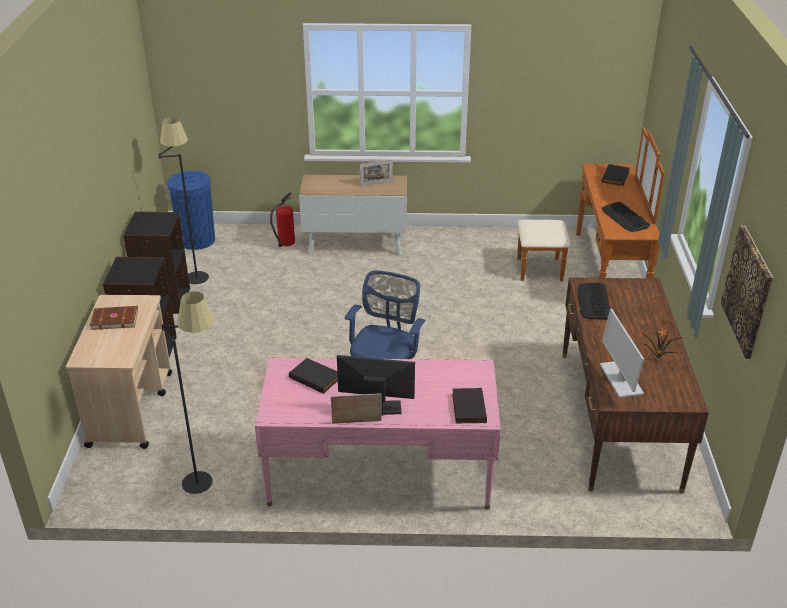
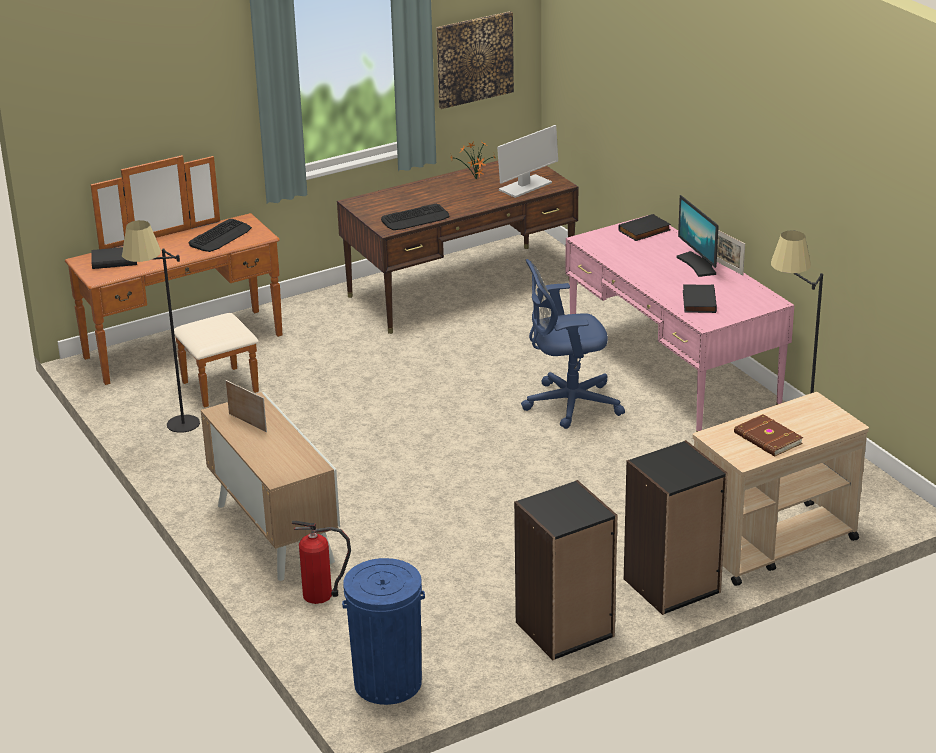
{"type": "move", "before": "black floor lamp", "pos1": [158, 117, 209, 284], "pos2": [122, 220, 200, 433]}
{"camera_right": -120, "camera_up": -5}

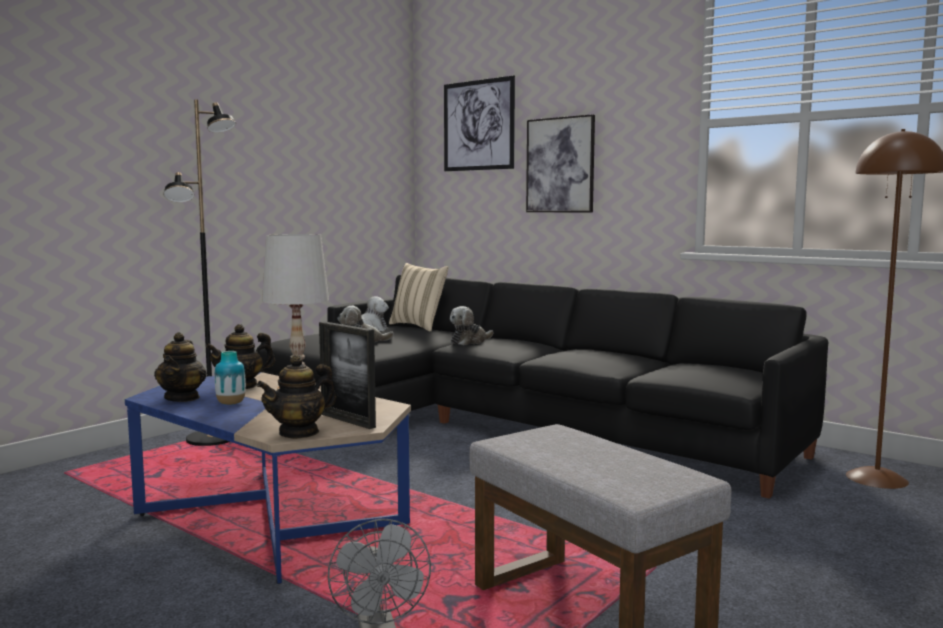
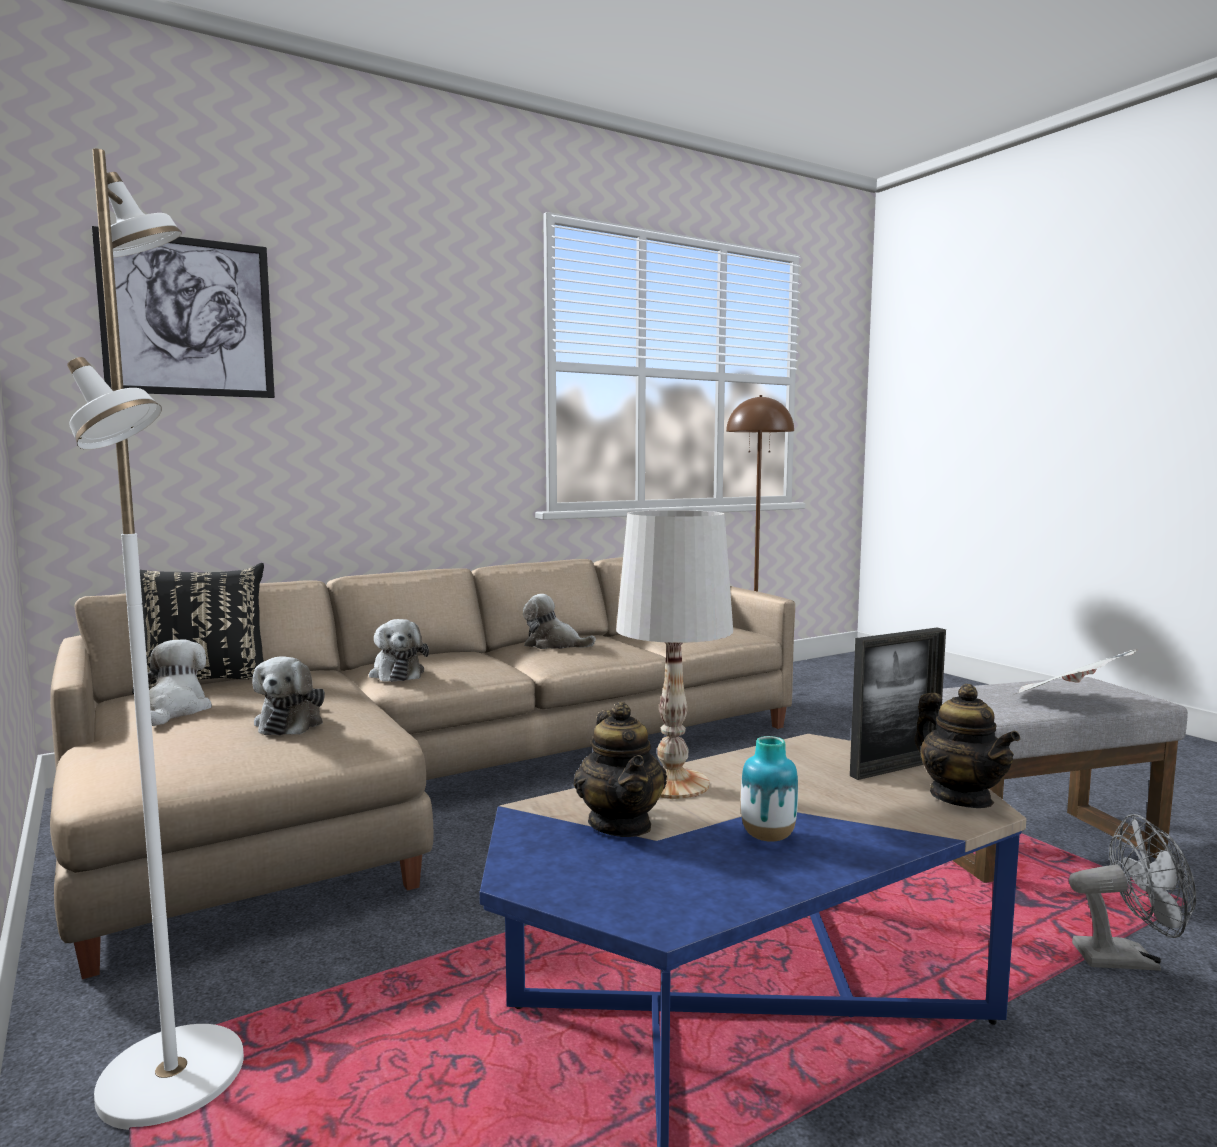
{"type": "delete", "before": "teapot", "pos1": [154, 332, 207, 402]}
{"type": "recolor", "before": "black floor lamp", "after": "white floor lamp", "pos1": [164, 99, 236, 446], "pos2": [67, 148, 244, 1130]}
{"type": "recolor", "before": "black sofa", "after": "beige sofa", "pos1": [258, 275, 828, 499], "pos2": [50, 557, 795, 979]}
{"type": "recolor", "before": "beige pillow", "after": "black pillow", "pos1": [389, 263, 448, 331], "pos2": [132, 563, 264, 694]}
{"type": "delete", "before": "picture", "pos1": [526, 114, 595, 212]}
{"type": "insert", "after": "plush toy", "pos2": [523, 594, 596, 649]}
{"type": "insert", "after": "newspaper", "pos2": [1016, 649, 1137, 694]}
{"camera_right": -70, "camera_up": 0}

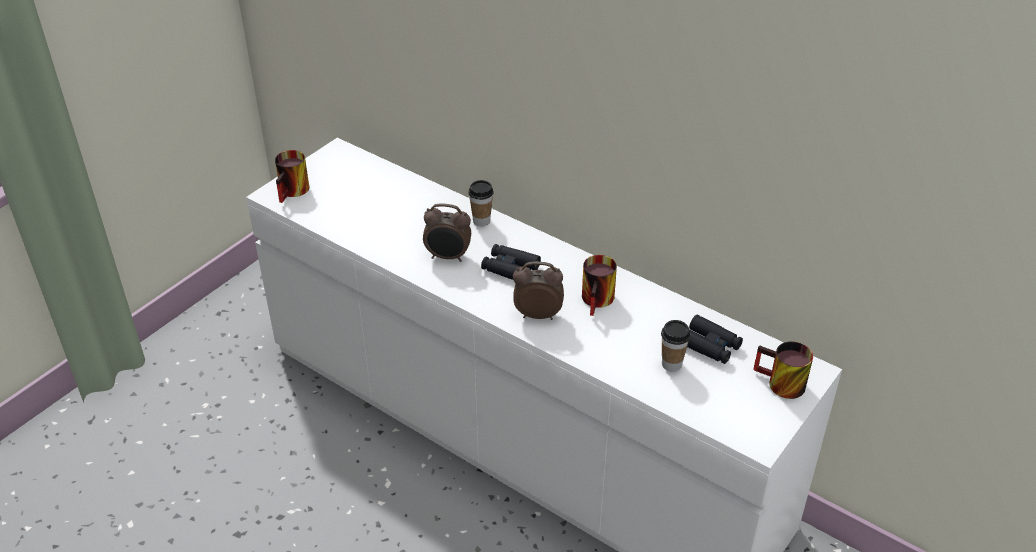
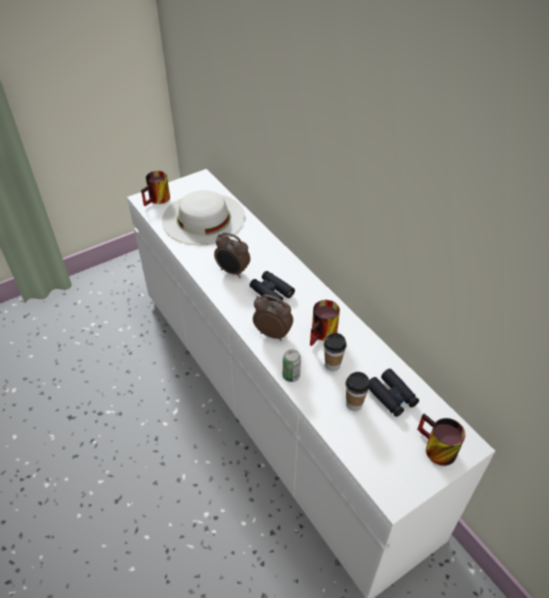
{"type": "move", "before": "cup", "pos1": [468, 180, 493, 226], "pos2": [324, 333, 346, 371]}
{"type": "insert", "after": "white hat", "pos2": [162, 190, 245, 245]}
{"type": "insert", "after": "can", "pos2": [283, 350, 301, 382]}
{"camera_right": 20, "camera_up": 5}

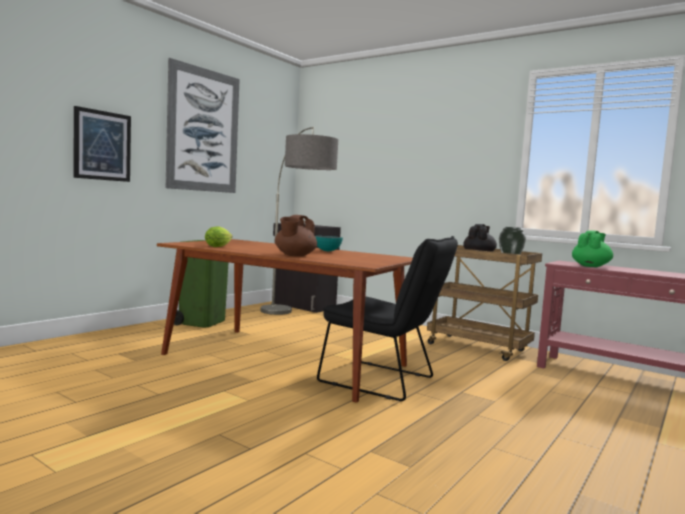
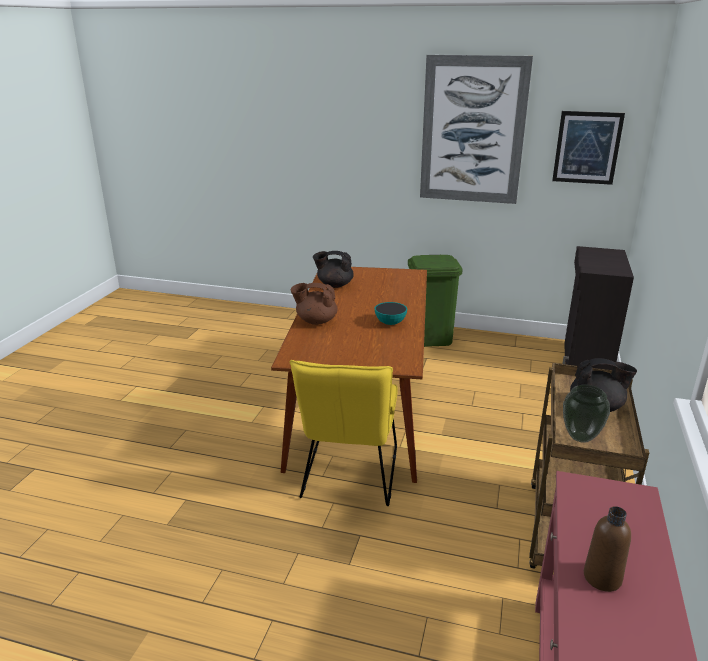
{"type": "move", "before": "picture", "pos1": [73, 106, 131, 182], "pos2": [552, 111, 625, 185]}
{"type": "replace", "before": "lettuce", "after": "black teapot", "pos1": [205, 227, 233, 247], "pos2": [313, 251, 354, 288]}
{"type": "delete", "before": "floor lamp", "pos1": [260, 127, 338, 315]}
{"type": "recolor", "before": "black chair", "after": "yellow chair", "pos1": [317, 236, 458, 401], "pos2": [290, 360, 398, 506]}
{"type": "delete", "before": "green teapot", "pos1": [572, 231, 613, 267]}
{"type": "insert", "after": "brown bottle", "pos2": [584, 506, 631, 592]}
{"camera_right": 70, "camera_up": 20}

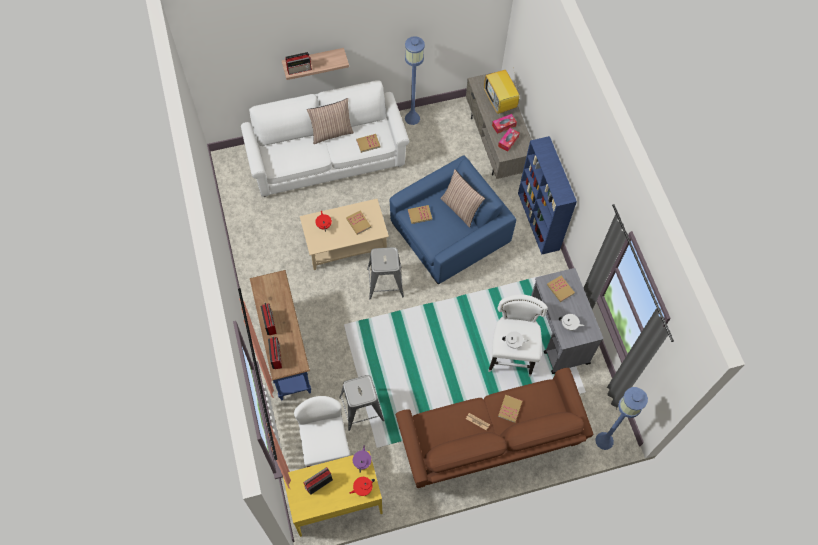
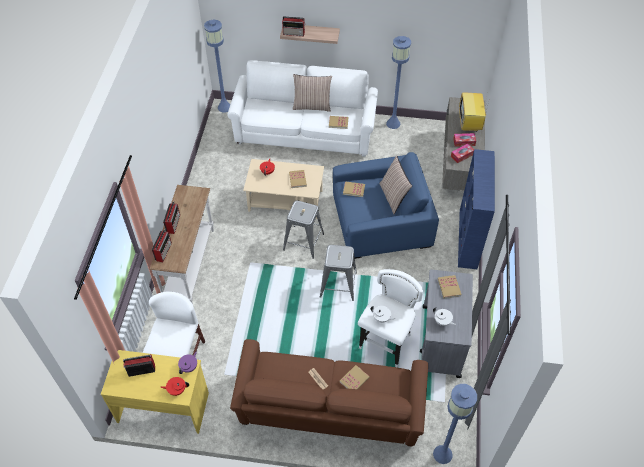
{"type": "recolor", "before": "blue console table", "after": "white console table", "pos1": [250, 270, 311, 401], "pos2": [150, 185, 214, 304]}
{"type": "move", "before": "grey stool", "pos1": [339, 375, 384, 431], "pos2": [320, 245, 357, 301]}
{"type": "insert", "after": "blue floor lamp", "pos2": [204, 20, 230, 113]}
{"camera_right": 25, "camera_up": -10}

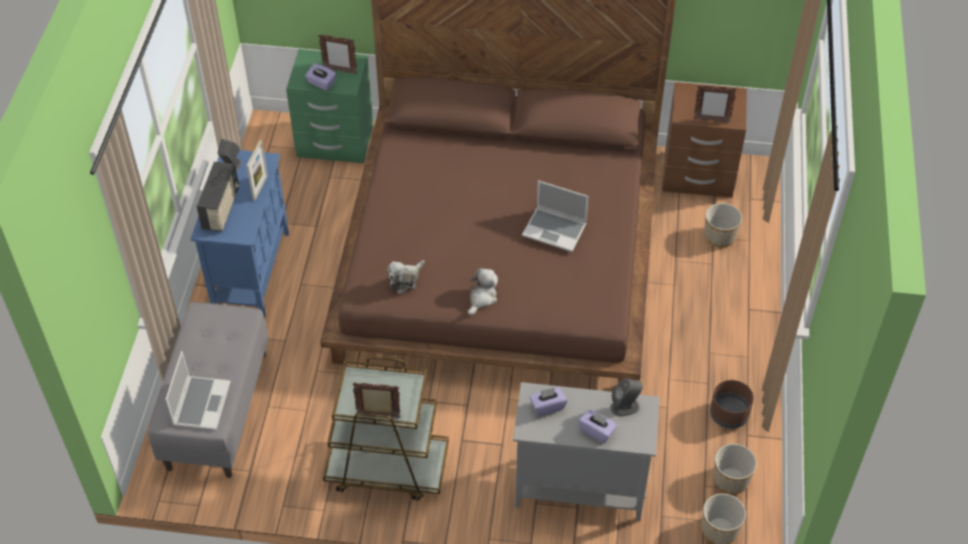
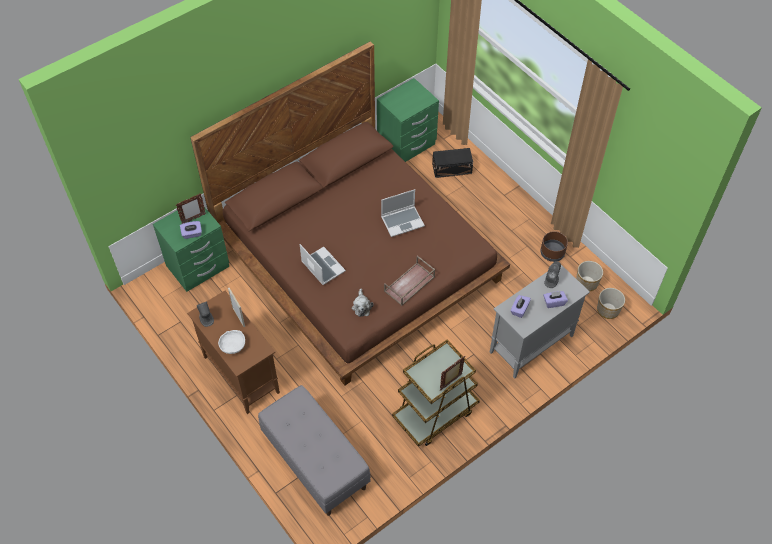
{"type": "move", "before": "laptop", "pos1": [165, 351, 231, 430], "pos2": [300, 244, 346, 285]}
{"type": "recolor", "before": "blue cabinet", "after": "brown cabinet", "pos1": [191, 150, 289, 318], "pos2": [187, 291, 280, 414]}
{"type": "replace", "before": "radio", "after": "white bowl", "pos1": [196, 162, 239, 232], "pos2": [218, 330, 245, 354]}
{"type": "replace", "before": "plush toy", "after": "brown tray", "pos1": [468, 268, 498, 315], "pos2": [384, 256, 435, 306]}
{"type": "recolor", "before": "brown nightstand", "after": "green nightstand", "pos1": [662, 82, 747, 198], "pos2": [377, 78, 439, 162]}
{"type": "delete", "before": "picture frame", "pos1": [694, 85, 737, 123]}
{"type": "replace", "before": "planter", "after": "black storage box", "pos1": [704, 203, 742, 247], "pos2": [432, 148, 473, 178]}
{"camera_right": -45, "camera_up": 5}

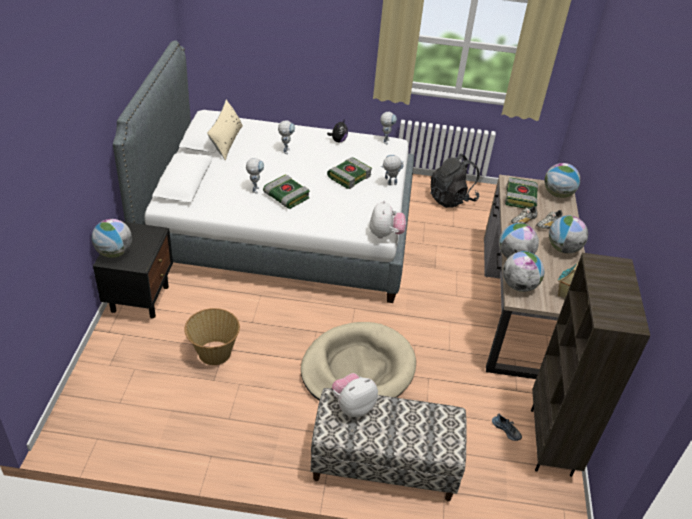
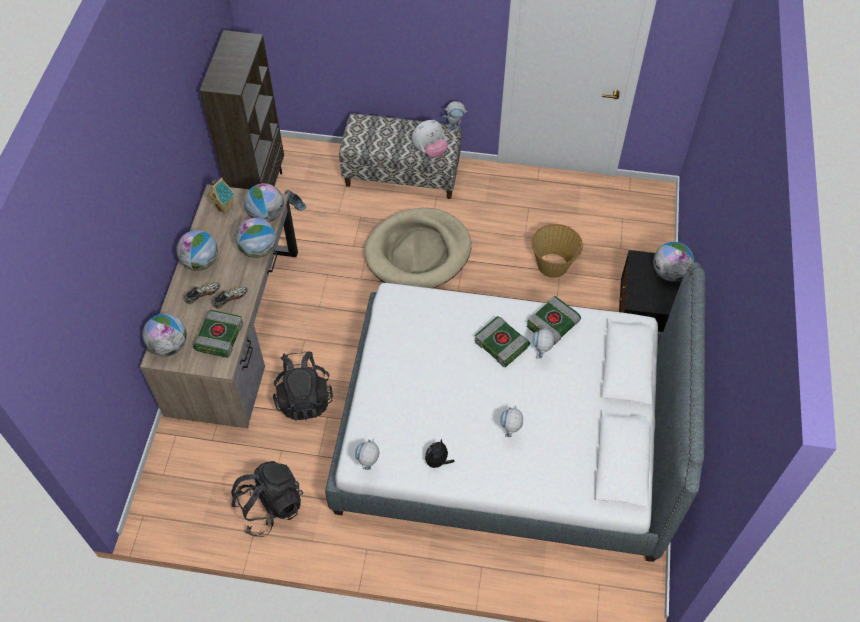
{"type": "delete", "before": "beige pillow", "pos1": [207, 100, 243, 160]}
{"type": "move", "before": "book", "pos1": [327, 157, 372, 189], "pos2": [527, 296, 581, 345]}
{"type": "delete", "before": "plush toy", "pos1": [369, 200, 406, 239]}
{"type": "move", "before": "toy robot", "pos1": [380, 155, 404, 185], "pos2": [443, 101, 468, 133]}
{"type": "insert", "after": "black backpack", "pos2": [273, 351, 333, 421]}
{"camera_right": -175, "camera_up": 15}

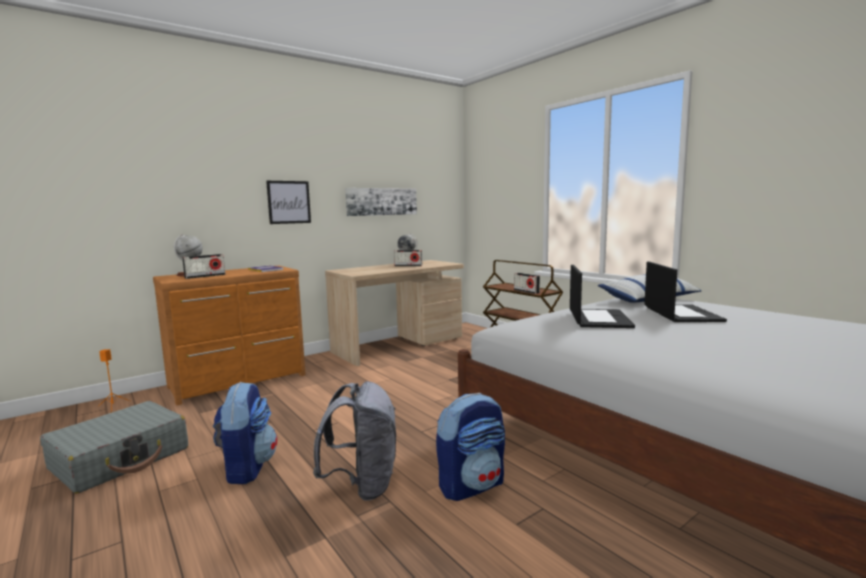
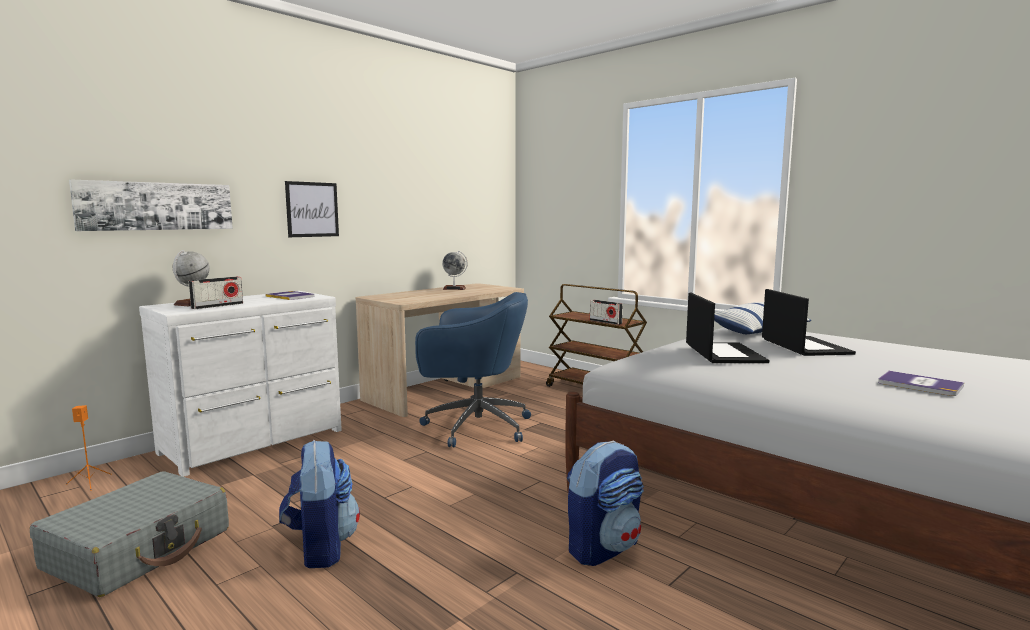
{"type": "recolor", "before": "brown dresser", "after": "white dresser", "pos1": [153, 266, 306, 406], "pos2": [139, 291, 342, 477]}
{"type": "delete", "before": "grey backpack", "pos1": [313, 381, 396, 500]}
{"type": "move", "before": "picture", "pos1": [345, 188, 417, 216], "pos2": [69, 179, 233, 231]}
{"type": "delete", "before": "radio", "pos1": [394, 250, 422, 266]}
{"type": "insert", "after": "blue office chair", "pos2": [415, 292, 531, 448]}
{"type": "insert", "after": "book", "pos2": [878, 371, 964, 396]}
{"camera_right": -10, "camera_up": 0}

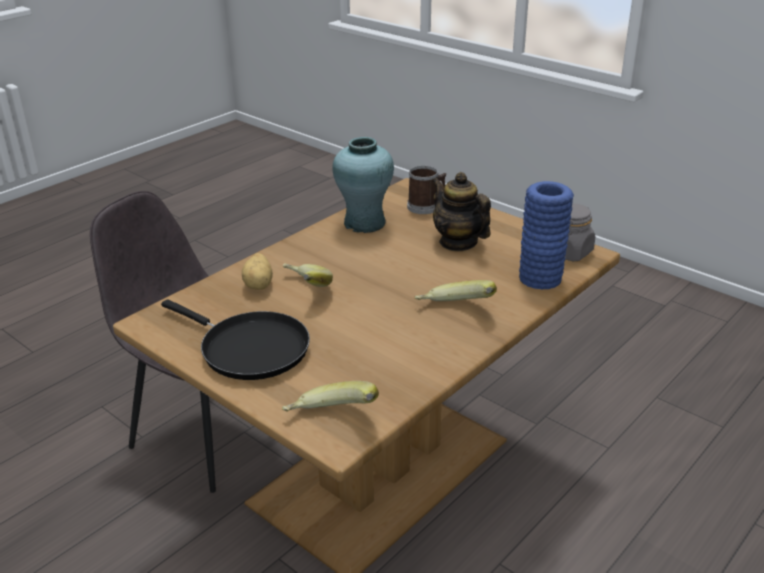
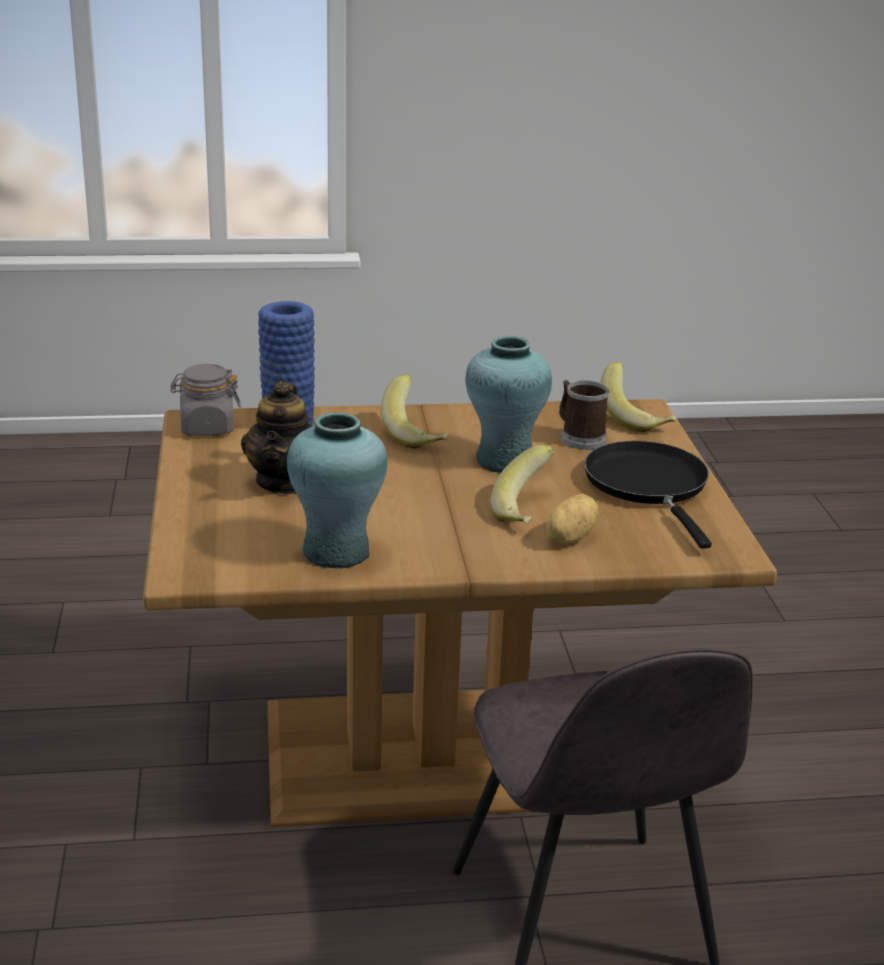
{"type": "move", "before": "mug", "pos1": [407, 166, 446, 214], "pos2": [559, 380, 610, 450]}
{"type": "insert", "after": "turquoise vase", "pos2": [465, 336, 552, 473]}
{"camera_right": -140, "camera_up": -5}

